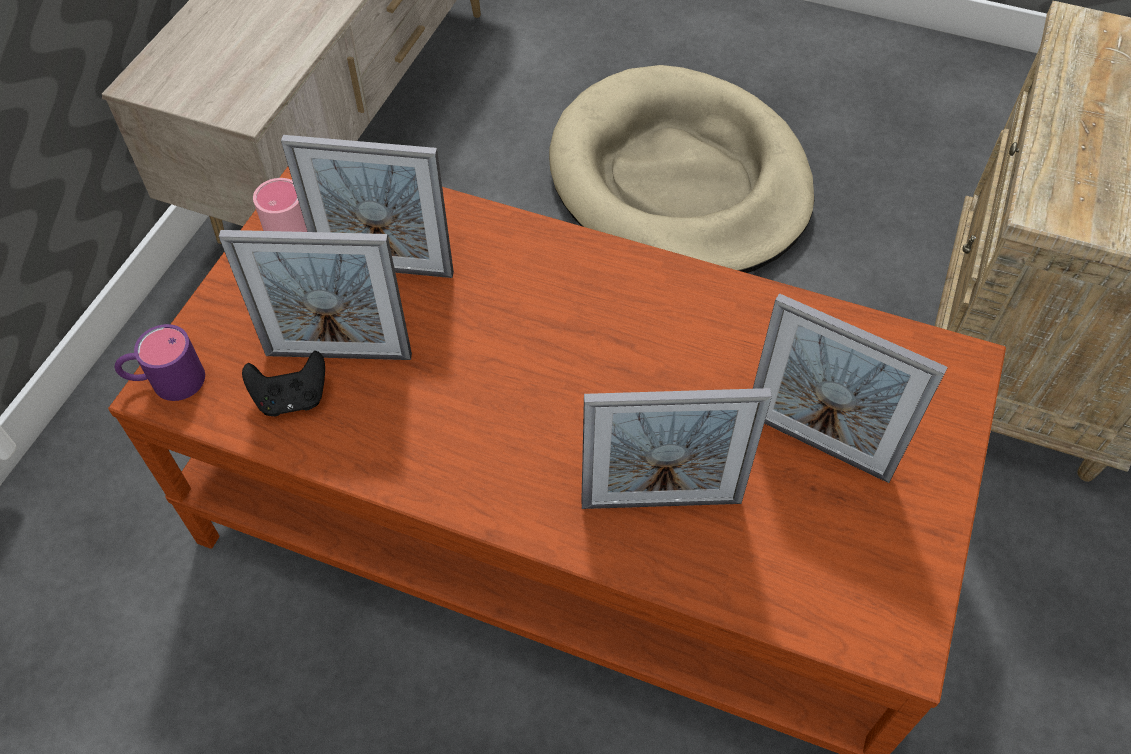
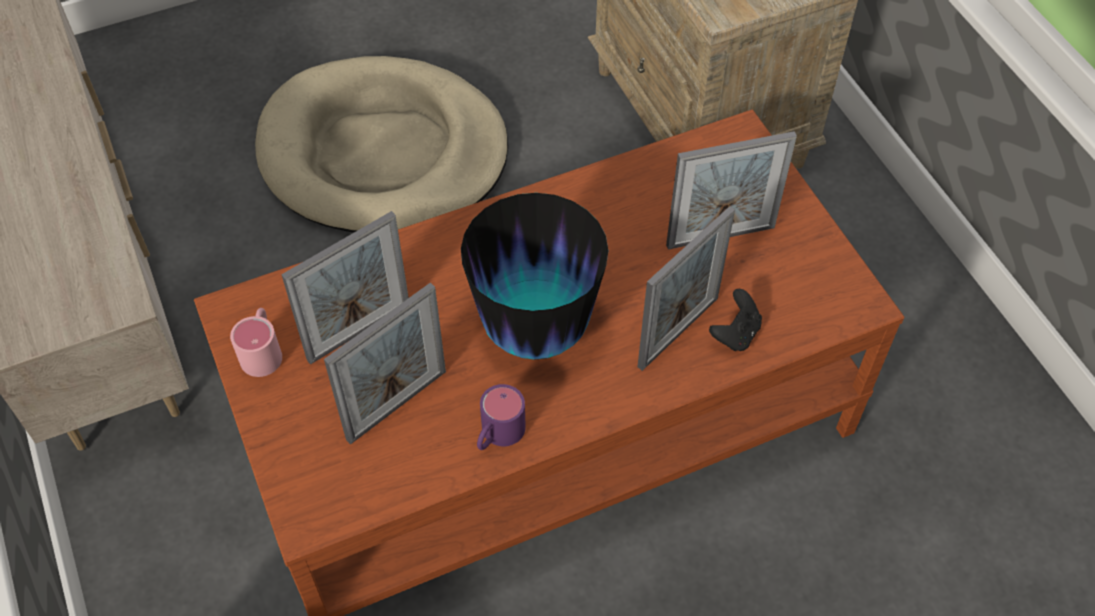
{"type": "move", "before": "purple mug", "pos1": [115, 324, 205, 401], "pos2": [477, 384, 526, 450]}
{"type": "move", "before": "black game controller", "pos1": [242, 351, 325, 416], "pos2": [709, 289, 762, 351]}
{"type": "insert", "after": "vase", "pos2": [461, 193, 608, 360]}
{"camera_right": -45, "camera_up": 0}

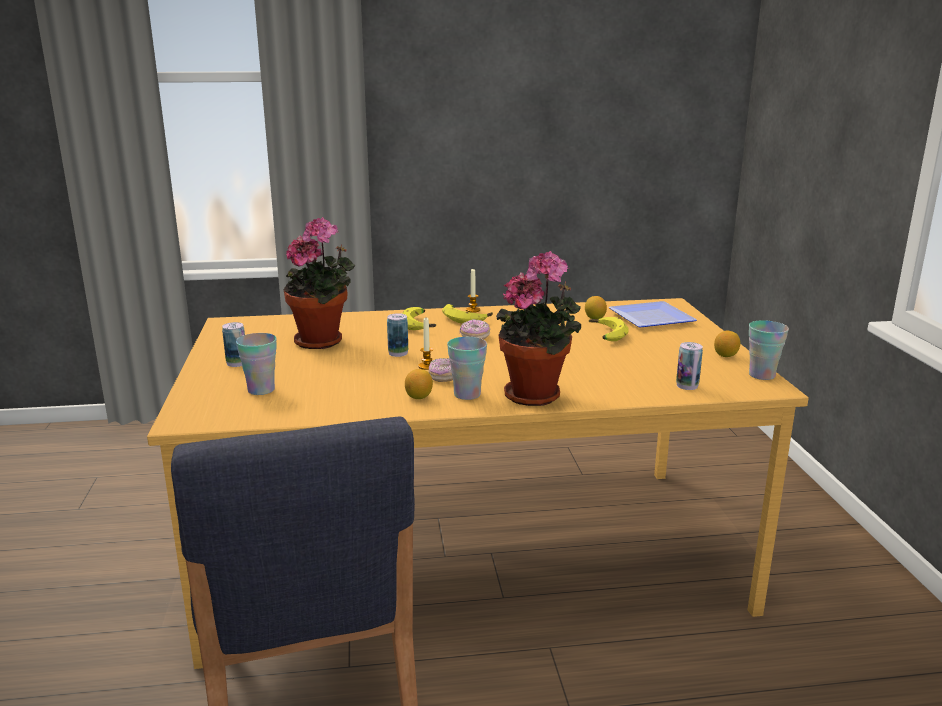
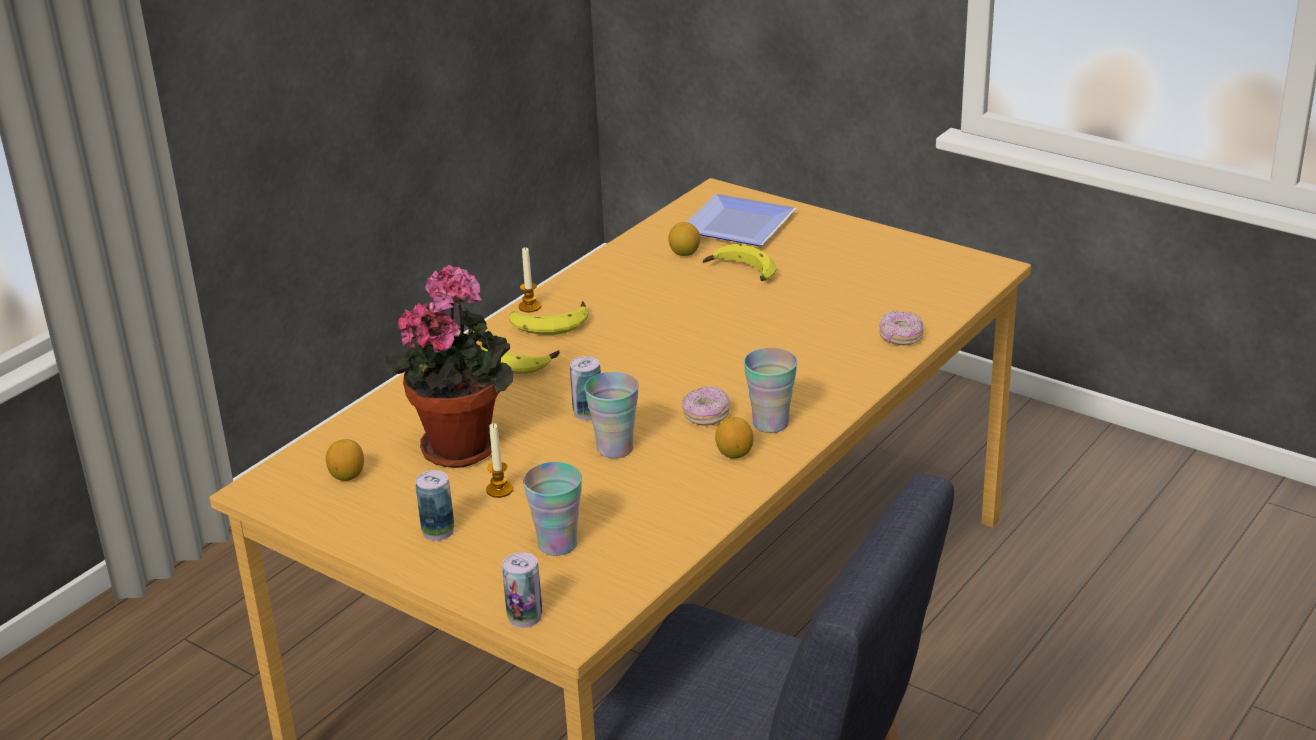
{"type": "move", "before": "candle", "pos1": [418, 318, 433, 370], "pos2": [486, 423, 513, 498]}
{"type": "move", "before": "donut", "pos1": [460, 319, 490, 340], "pos2": [879, 311, 924, 345]}
{"type": "delete", "before": "potted plant", "pos1": [496, 251, 581, 406]}
{"type": "move", "before": "can", "pos1": [676, 342, 703, 390], "pos2": [502, 552, 542, 628]}
{"type": "move", "before": "lemon", "pos1": [714, 330, 740, 357], "pos2": [326, 439, 364, 481]}
{"type": "move", "before": "cup", "pos1": [749, 320, 789, 380], "pos2": [584, 372, 639, 458]}
{"camera_right": -45, "camera_up": 10}

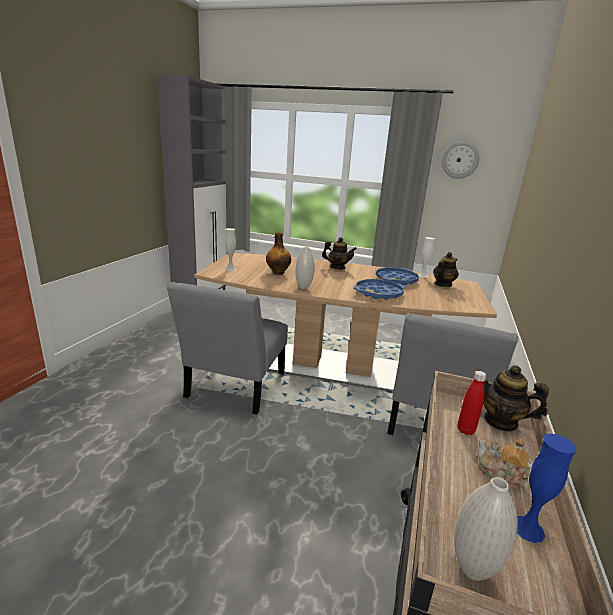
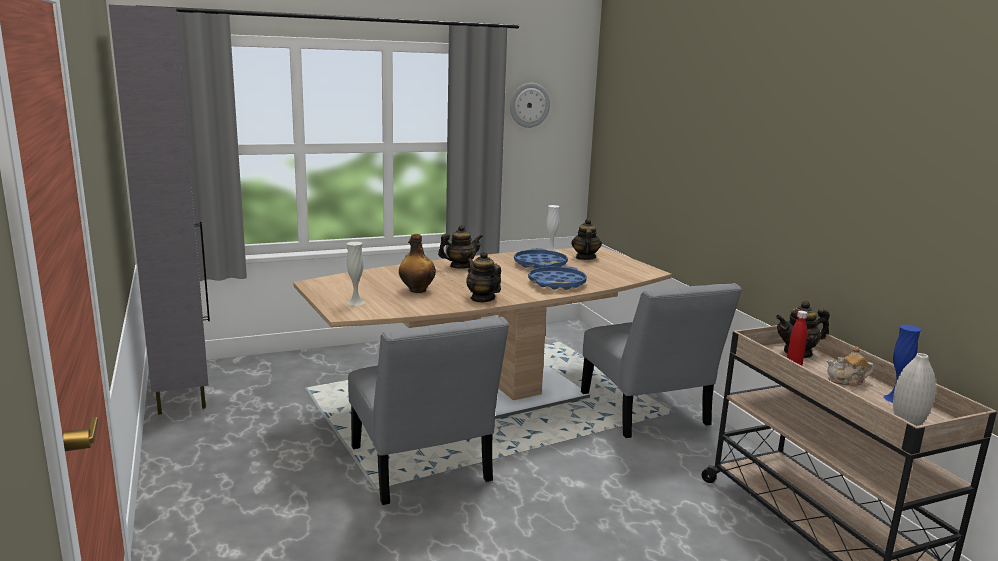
{"type": "replace", "before": "white vase", "after": "teapot", "pos1": [295, 246, 315, 289], "pos2": [466, 251, 501, 302]}
{"camera_right": -40, "camera_up": -5}

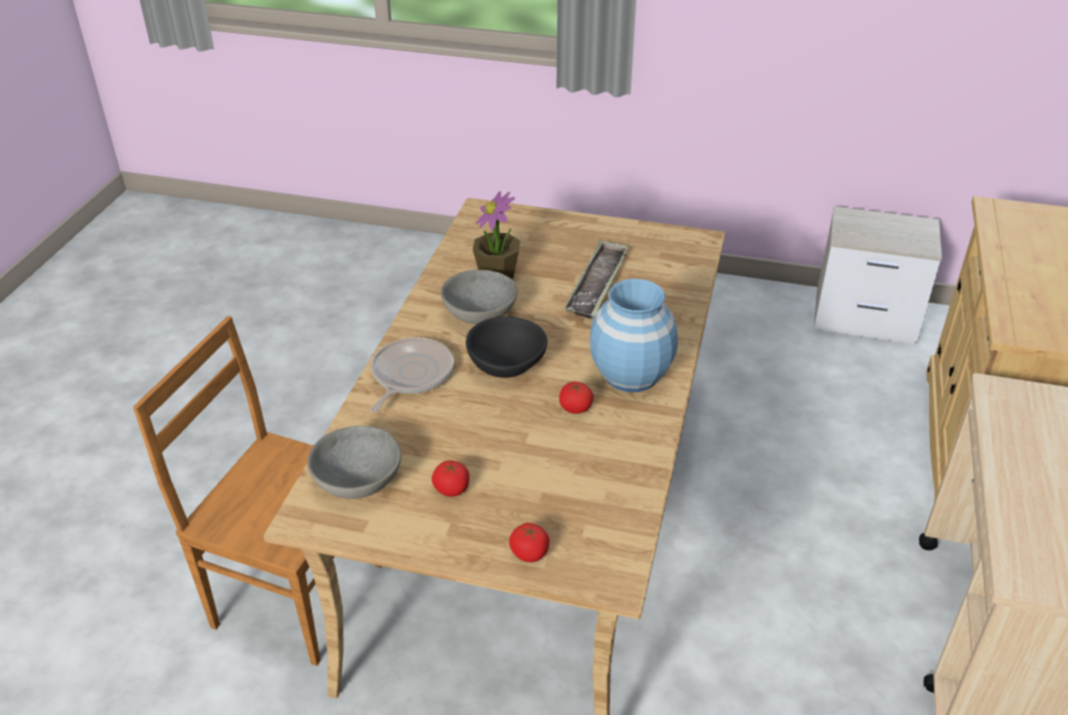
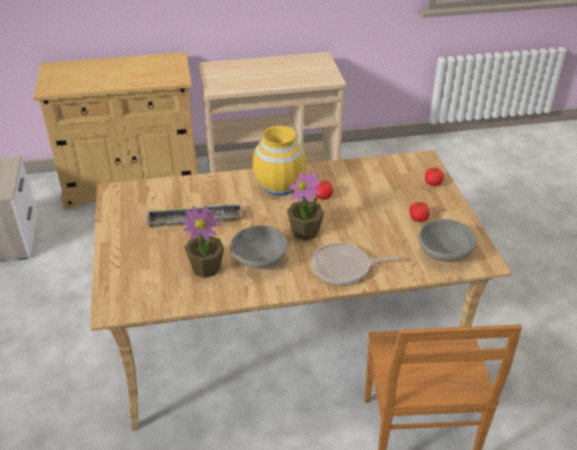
{"type": "replace", "before": "black bowl", "after": "potted plant", "pos1": [466, 316, 547, 378], "pos2": [287, 171, 324, 241]}
{"type": "recolor", "before": "blue vase", "after": "yellow vase", "pos1": [590, 279, 678, 392], "pos2": [253, 126, 306, 196]}
{"camera_right": -115, "camera_up": 0}

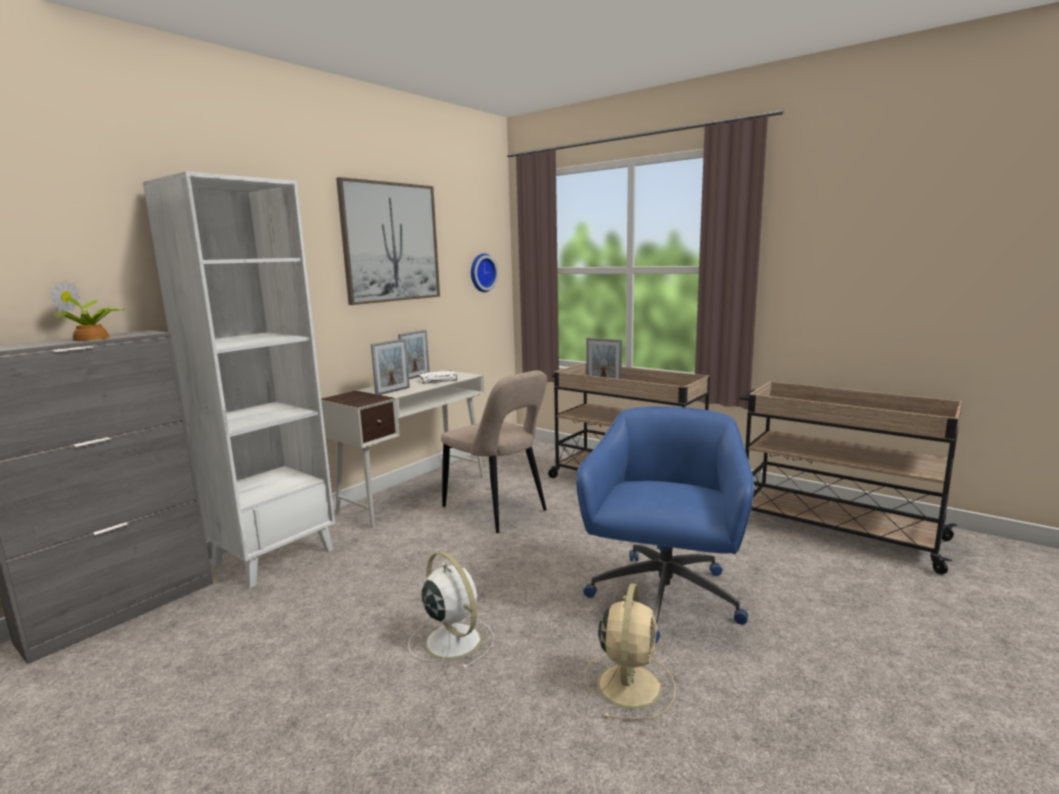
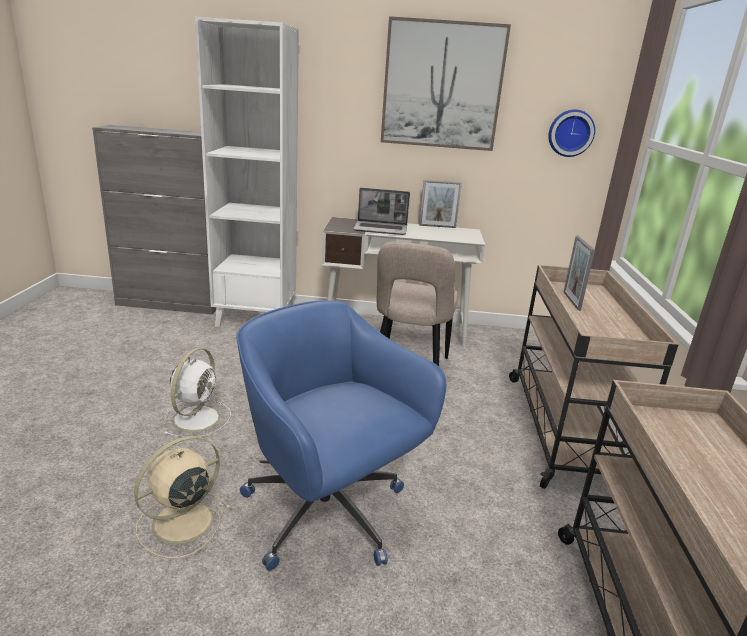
{"type": "delete", "before": "potted plant", "pos1": [50, 280, 125, 341]}
{"type": "replace", "before": "picture frame", "after": "laptop", "pos1": [371, 339, 410, 396], "pos2": [353, 188, 410, 235]}
{"type": "delete", "before": "white book", "pos1": [419, 370, 457, 384]}
{"type": "rotate", "before": "blue office chair", "pos1": [576, 406, 754, 644], "pos2": [236, 301, 446, 571], "turn": -120}
{"type": "rotate", "before": "beige fan", "pos1": [584, 583, 676, 720], "pos2": [134, 436, 232, 559], "turn": 150}
{"camera_right": 55, "camera_up": 10}

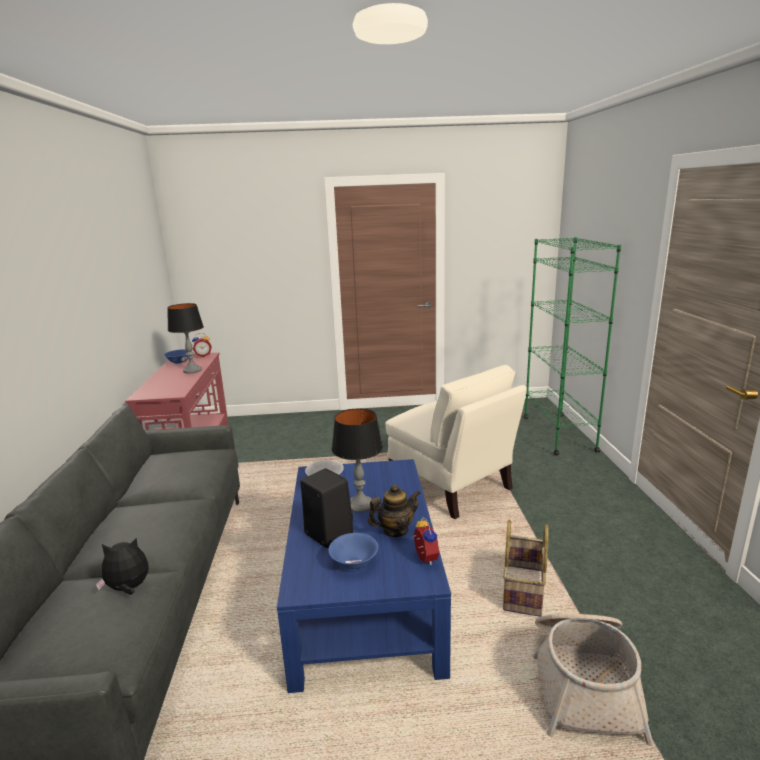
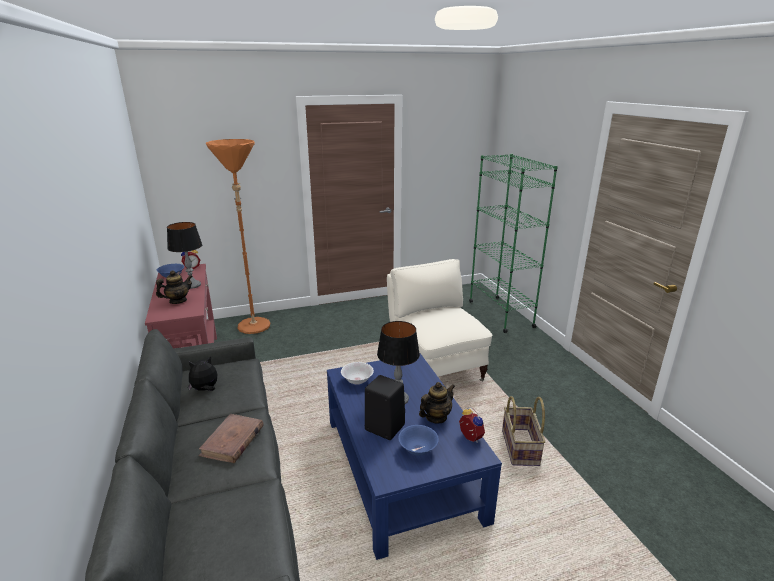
{"type": "move", "before": "plush toy", "pos1": [96, 538, 149, 595], "pos2": [188, 356, 217, 391]}
{"type": "rotate", "before": "beige armchair", "pos1": [385, 365, 527, 519], "pos2": [387, 259, 492, 381], "turn": -150}
{"type": "delete", "before": "basket", "pos1": [533, 614, 654, 746]}
{"type": "insert", "after": "teapot", "pos2": [156, 270, 193, 304]}
{"type": "insert", "after": "brown book", "pos2": [199, 414, 264, 463]}
{"type": "insert", "after": "orange floor lamp", "pos2": [206, 139, 270, 334]}
{"camera_right": -15, "camera_up": 5}

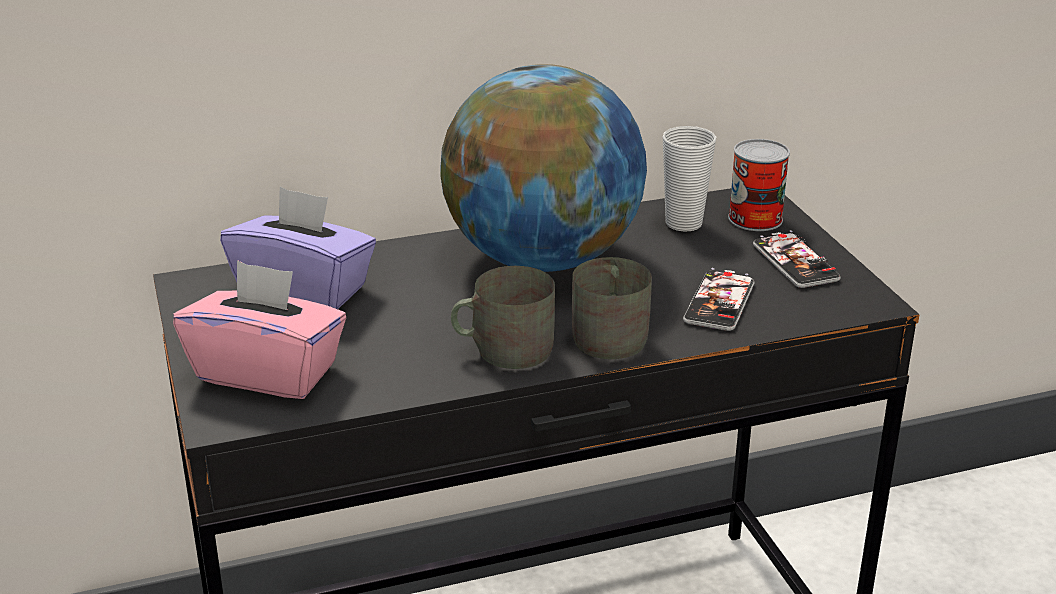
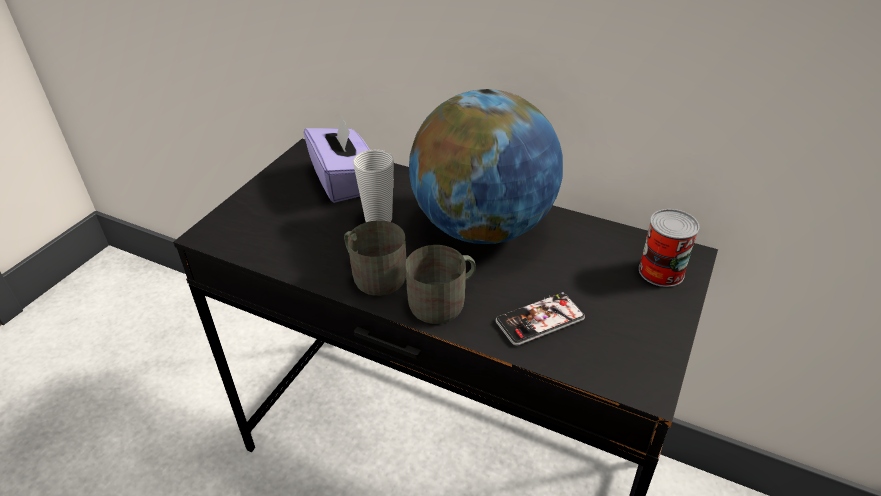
{"type": "delete", "before": "pink tissue box", "pos1": [173, 260, 346, 399]}
{"type": "move", "before": "cup", "pos1": [663, 126, 716, 232], "pos2": [353, 149, 394, 222]}
{"type": "delete", "before": "phone", "pos1": [753, 230, 841, 288]}
{"camera_right": 45, "camera_up": 10}

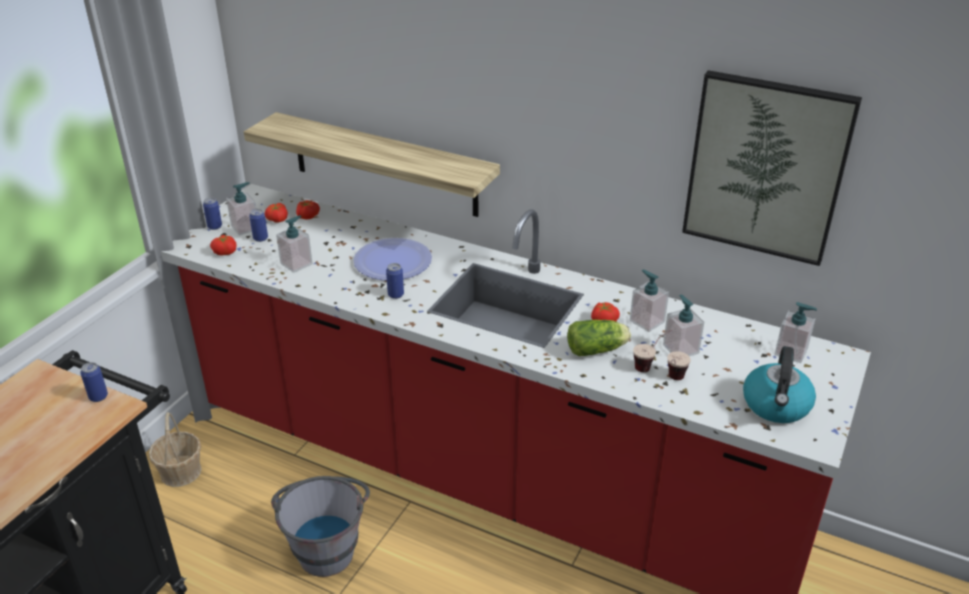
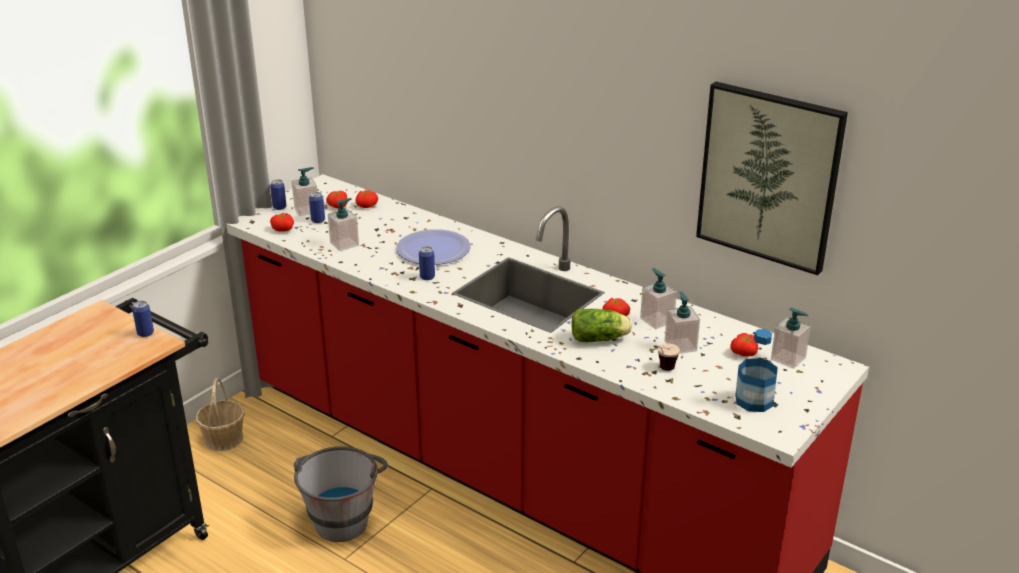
{"type": "delete", "before": "shelf", "pos1": [244, 112, 500, 217]}
{"type": "delete", "before": "cup", "pos1": [633, 330, 671, 372]}
{"type": "replace", "before": "kettle", "after": "bottle", "pos1": [743, 346, 816, 423], "pos2": [735, 329, 778, 412]}
{"type": "insert", "after": "tomato", "pos2": [730, 333, 758, 357]}
{"camera_right": 10, "camera_up": -5}

